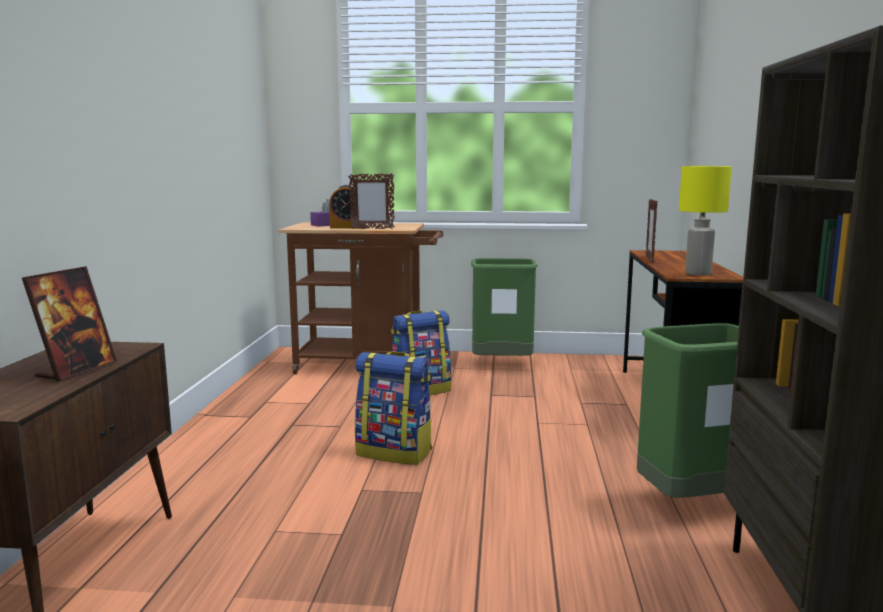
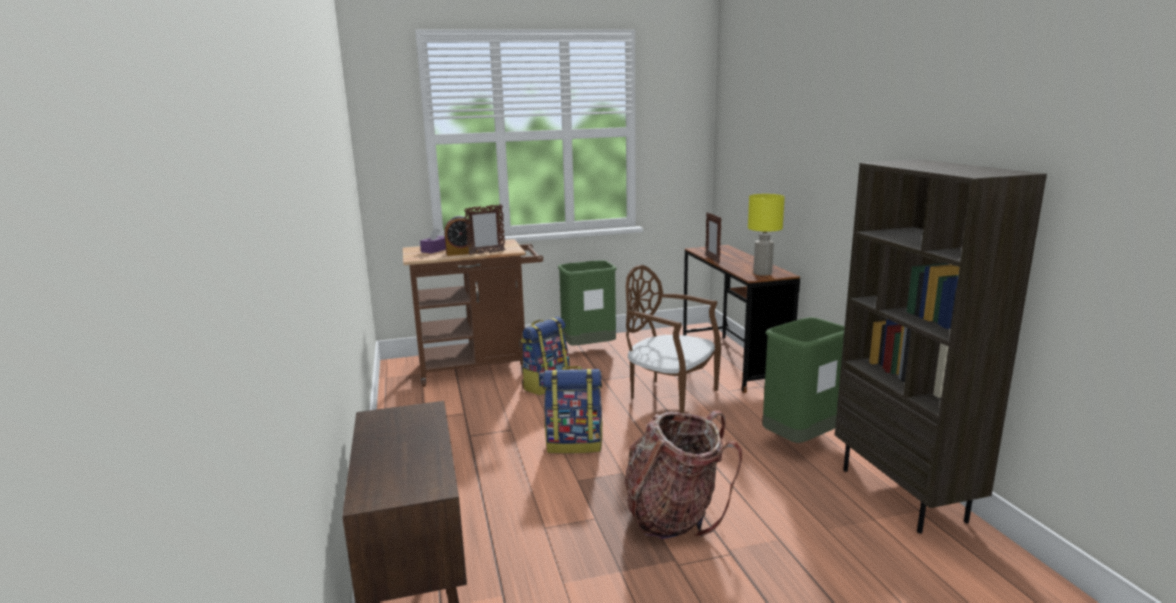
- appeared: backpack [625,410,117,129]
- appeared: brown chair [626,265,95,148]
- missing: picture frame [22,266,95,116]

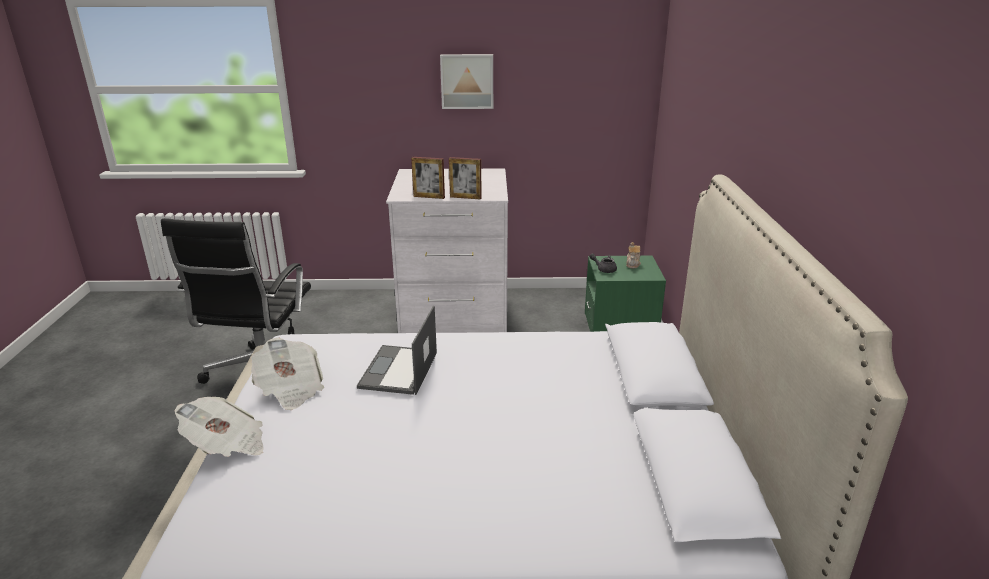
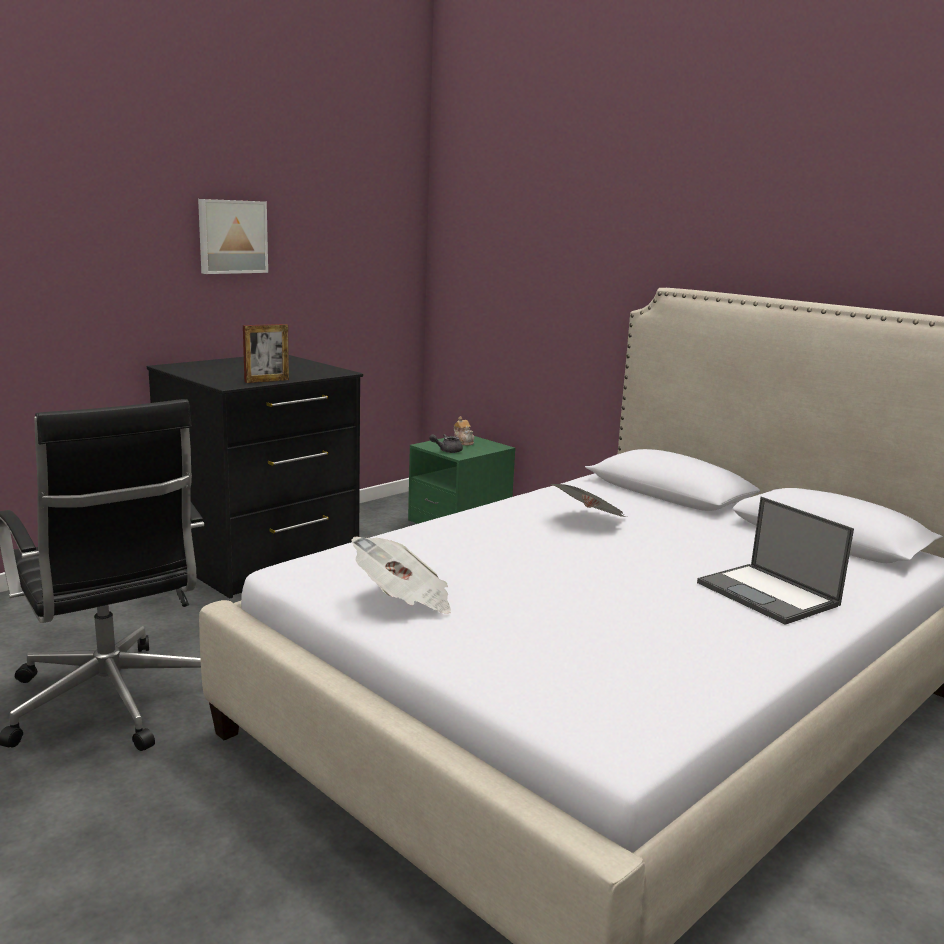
- colour: white dresser [386,169,122,164] to black dresser [147,355,216,243]
- relocated: newspaper [175,397,89,60] to [550,484,77,33]
- relocated: laptop [357,306,80,89] to [697,497,157,128]
- missing: picture frame [449,157,33,43]

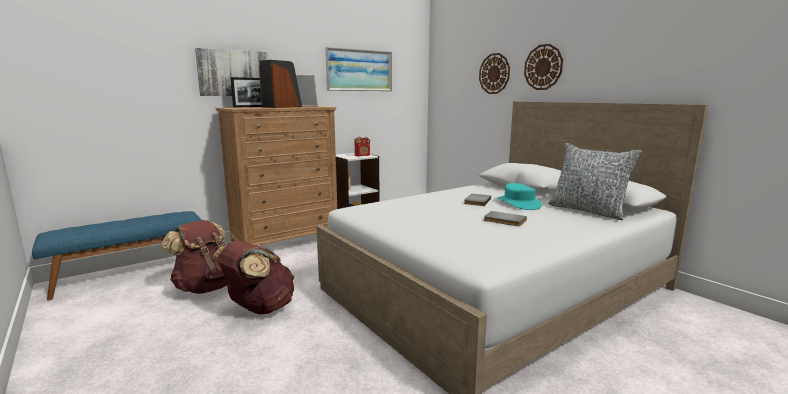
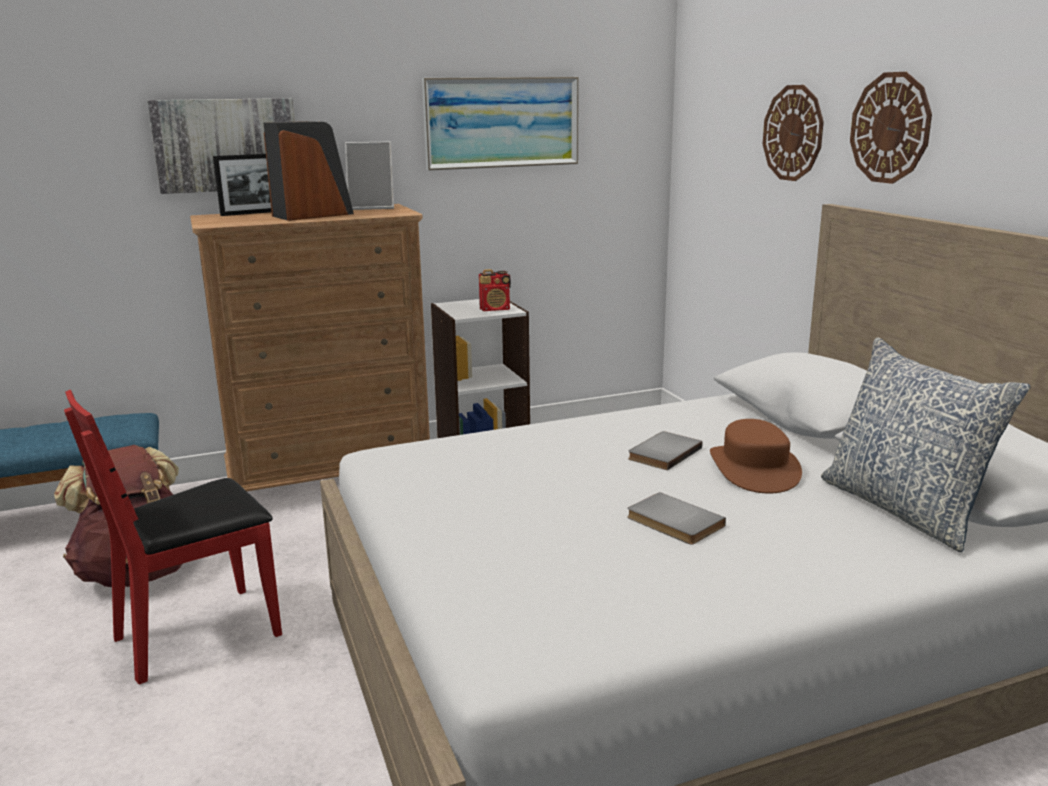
- exchanged: brown backpack [212,241,83,74] to red chair [64,390,218,294]
- colour: turquoise hat [497,183,45,27] to brown hat [710,419,92,75]

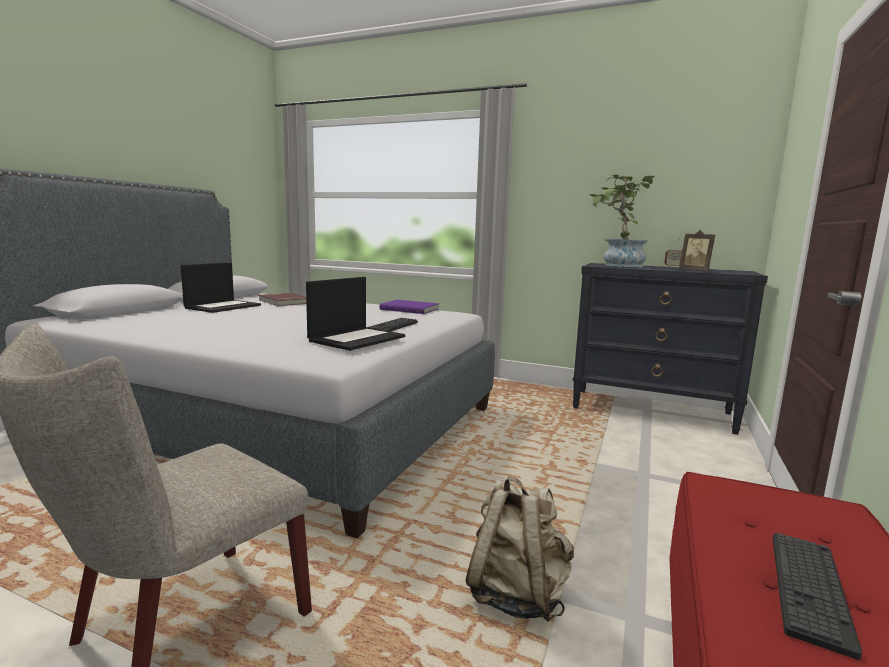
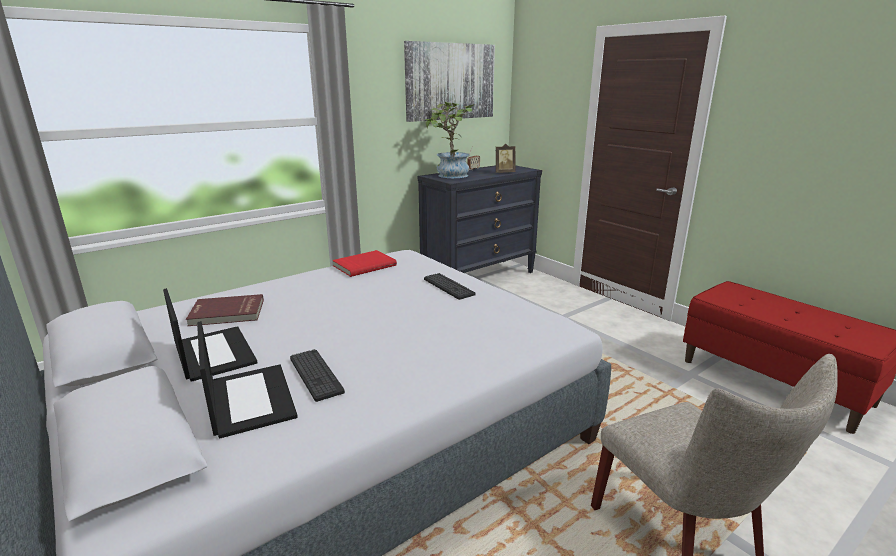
- relocated: laptop [306,277,99,74] to [197,321,101,118]
- relocated: keyboard [773,533,89,127] to [290,349,55,53]
- colour: purple book [380,300,59,14] to red book [332,250,65,27]
- appeared: picture [404,41,91,81]
- missing: beige backpack [466,475,108,146]

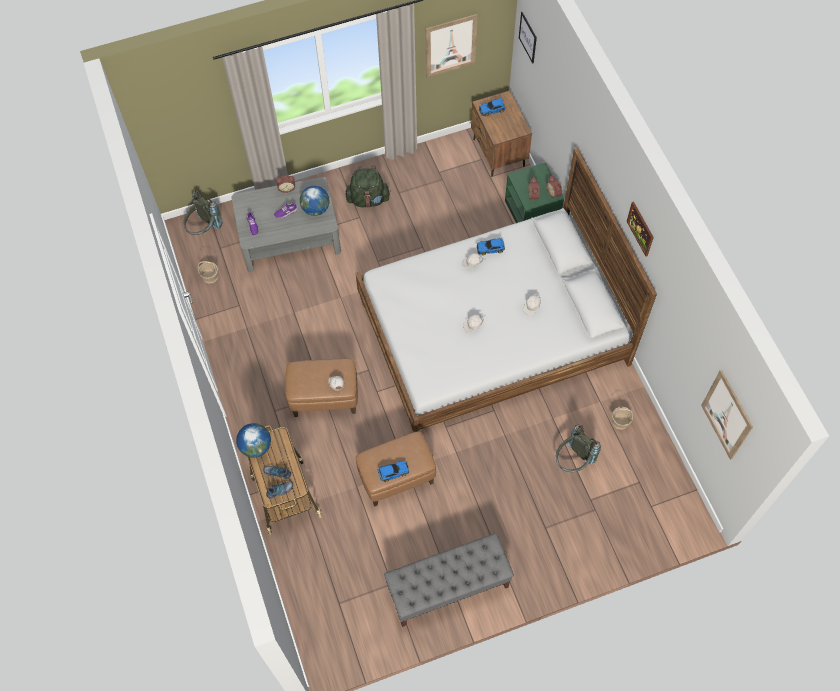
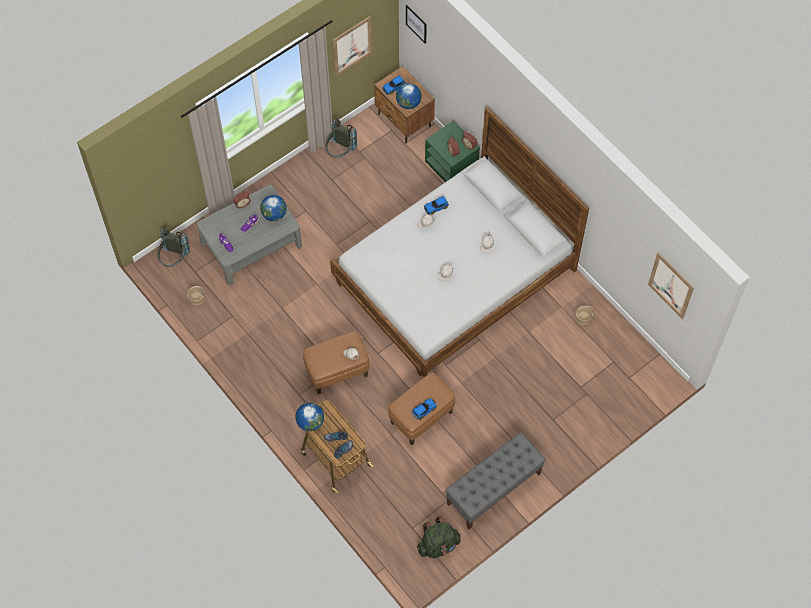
- relocated: grey backpack [556,425,45,47] to [325,119,32,38]
- appeared: globe [396,83,25,26]
- relocated: green backpack [345,166,46,42] to [417,516,44,42]
- missing: picture [626,201,28,56]

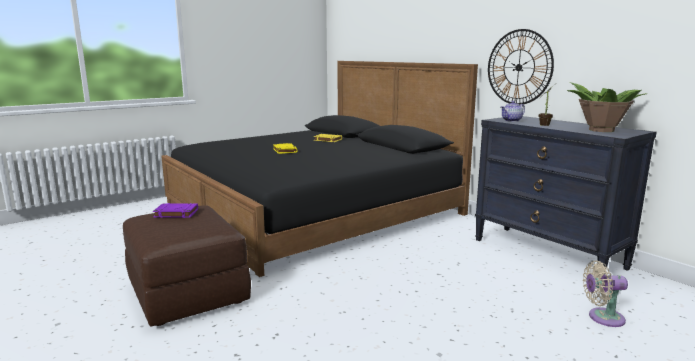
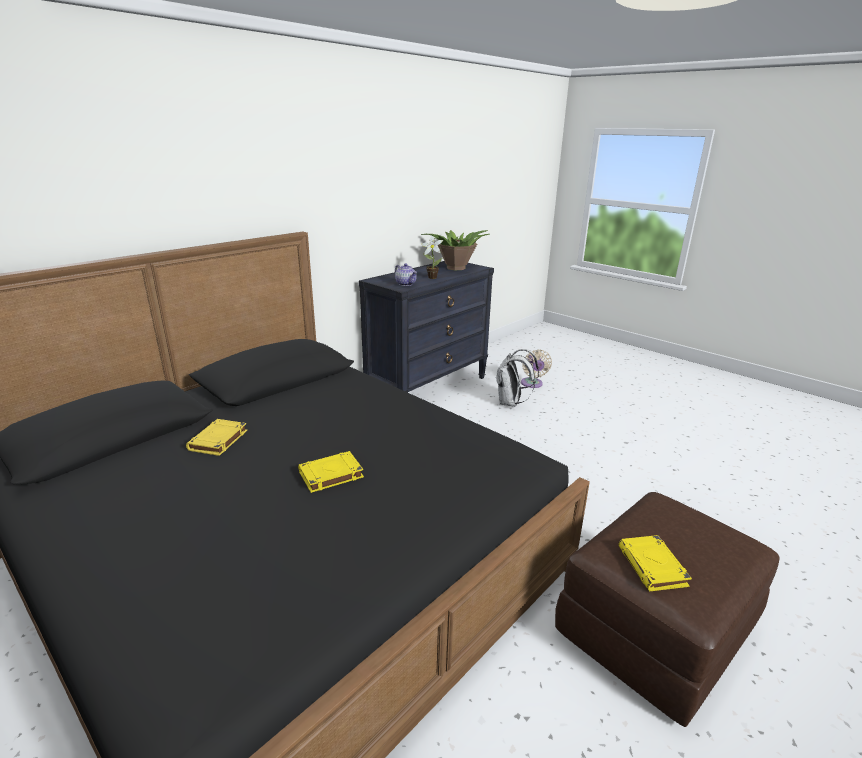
- appeared: white backpack [496,349,43,58]
- colour: purple book [153,203,45,15] to yellow book [618,535,74,56]
- missing: wall clock [488,29,66,75]

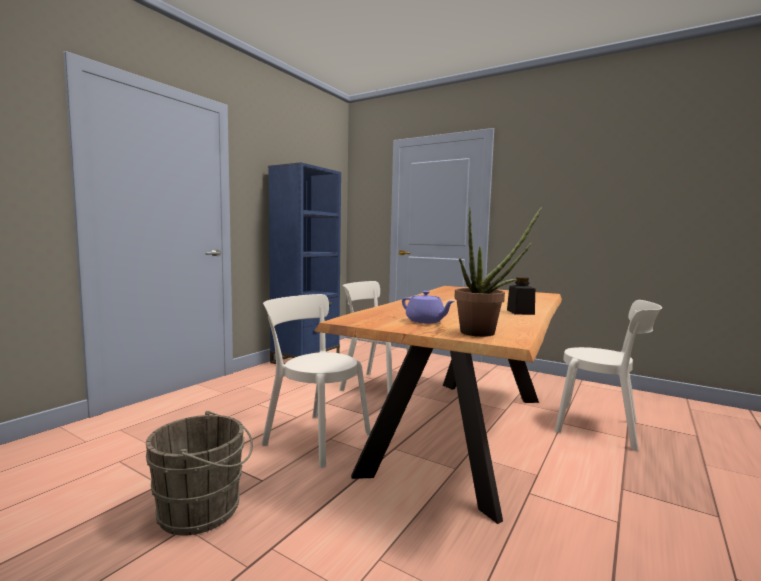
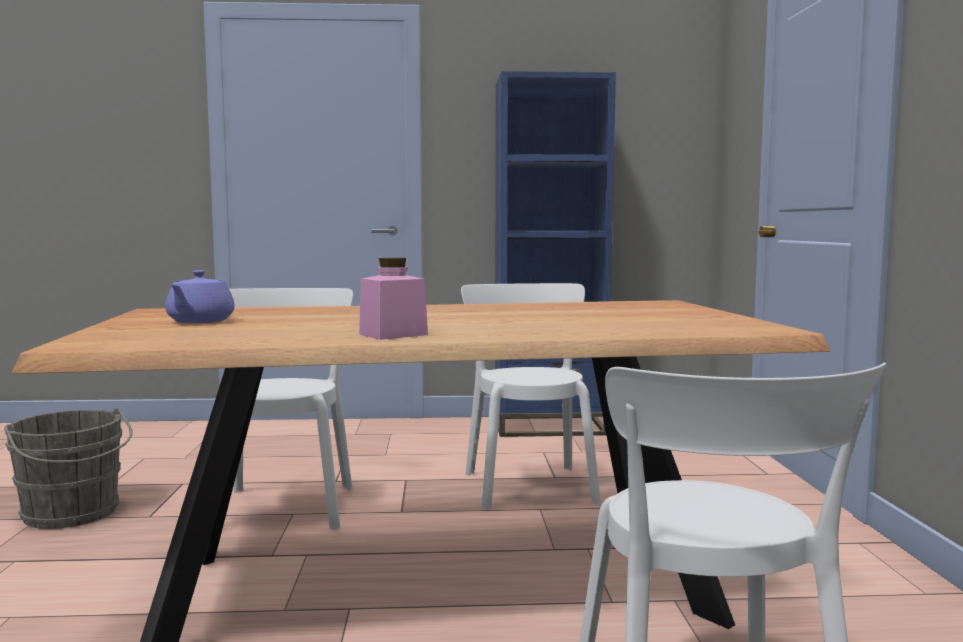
- colour: black jar [507,277,28,38] to pink jar [359,258,69,82]
- missing: potted plant [454,207,88,130]

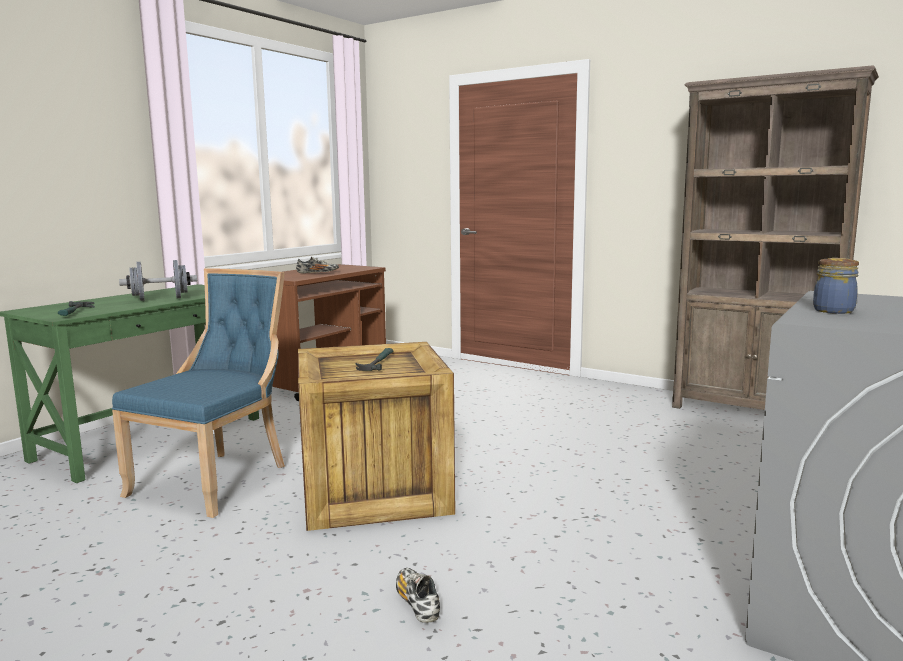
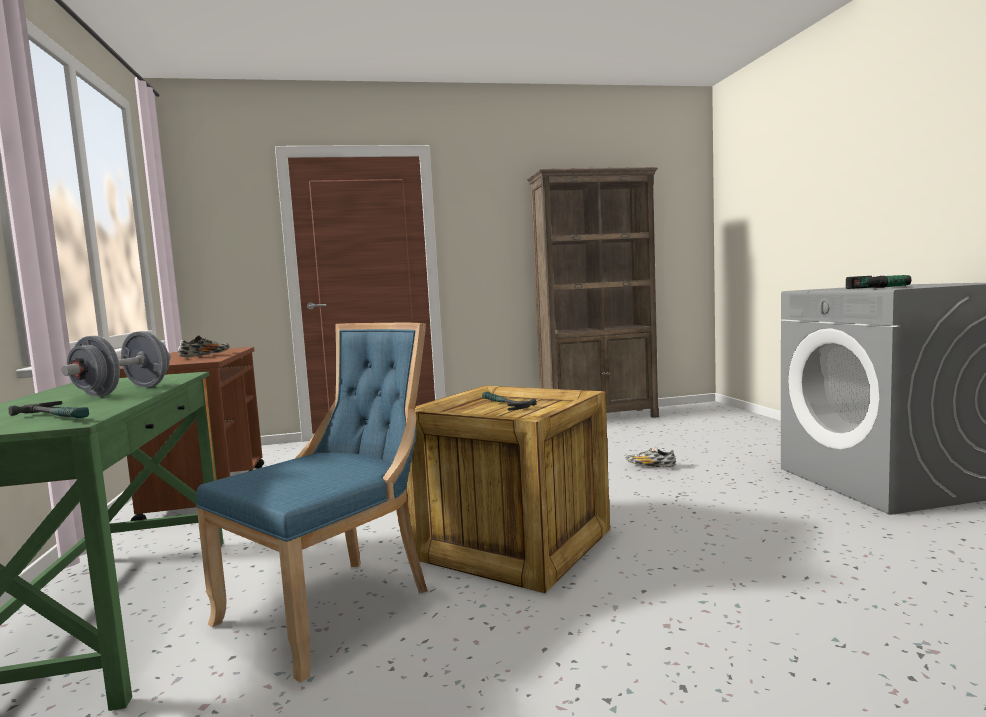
- spun: blue chair [112,268,173,250] = [196,323,232,360] 60 degrees clockwise
- relocated: shoe [396,568,44,55] to [626,446,50,21]
- exchanged: jar [813,258,46,56] to power drill [846,275,65,14]

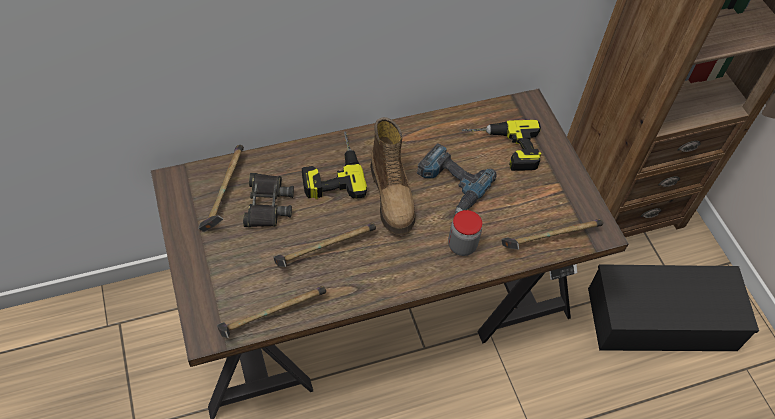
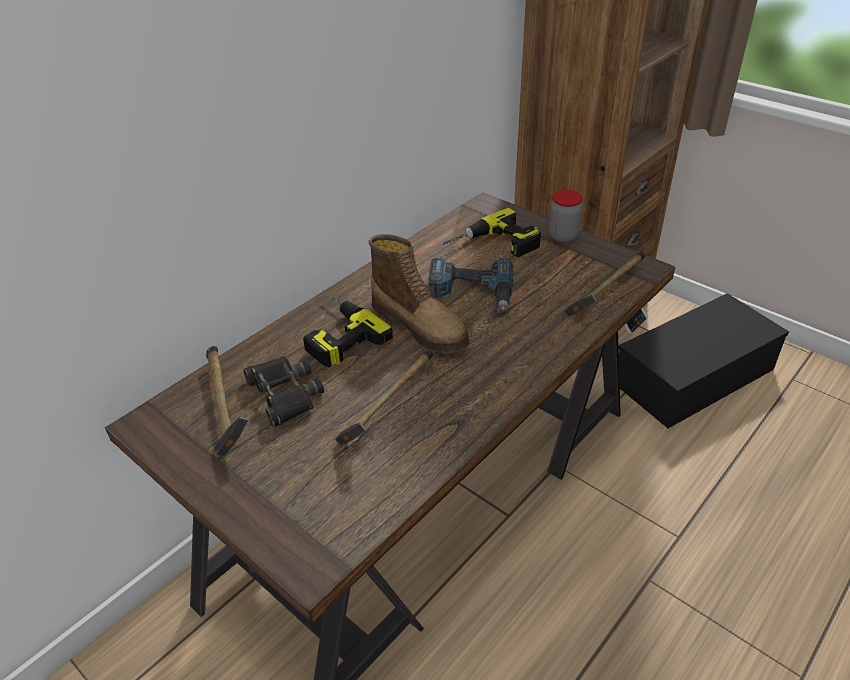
- relocated: jar [448,210,34,46] to [548,190,35,52]
- missing: hammer [217,286,109,52]

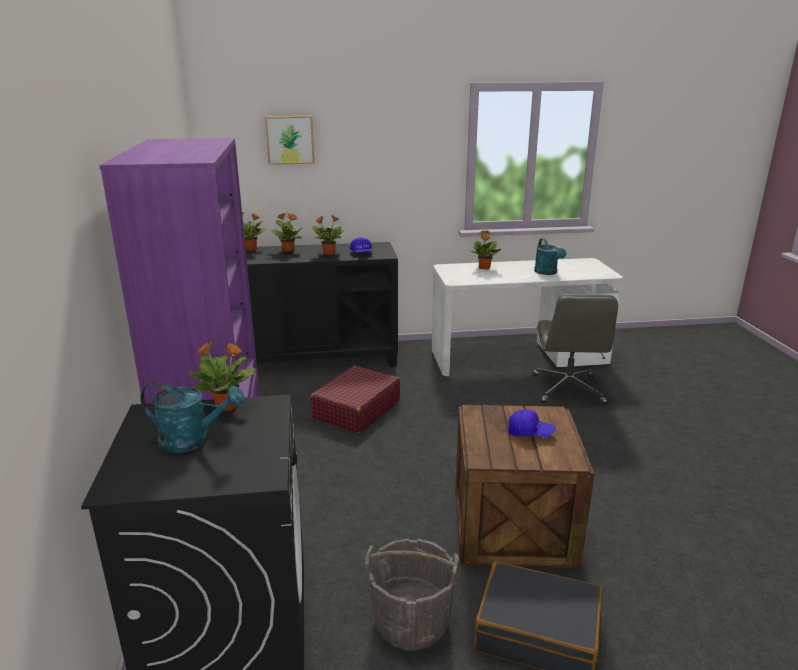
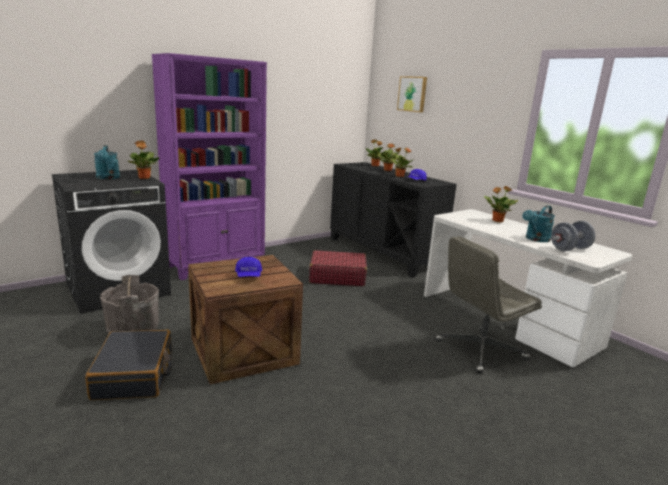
- appeared: grey dumbbell [551,221,44,30]

